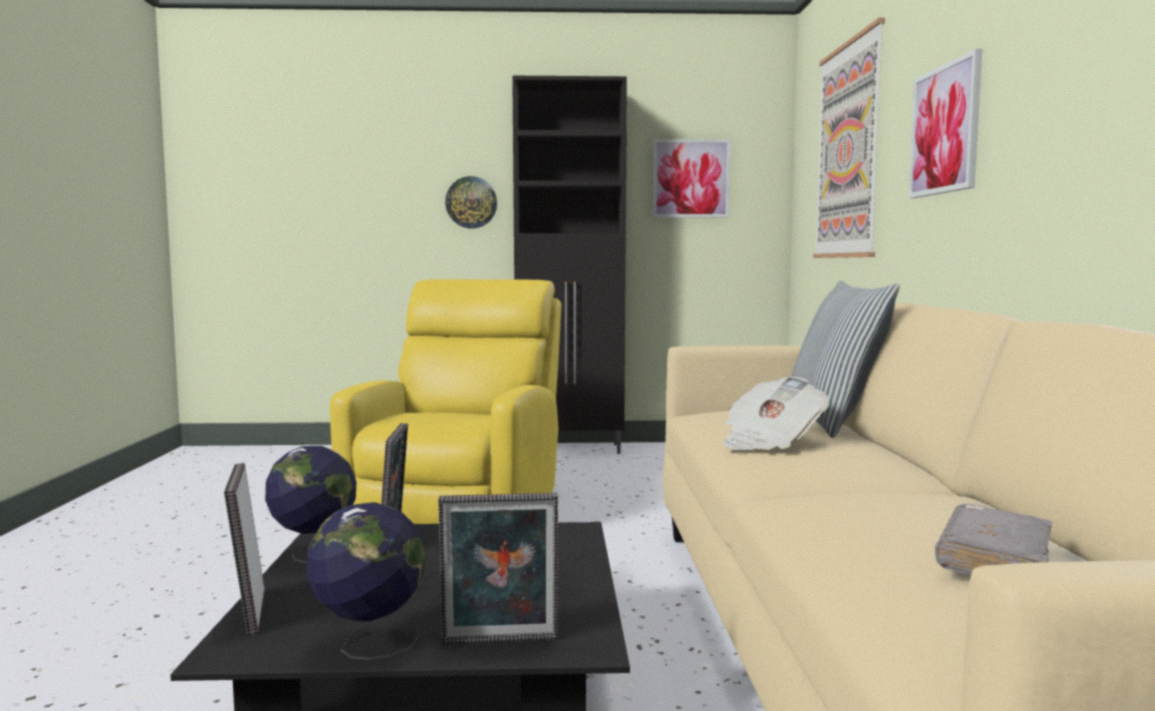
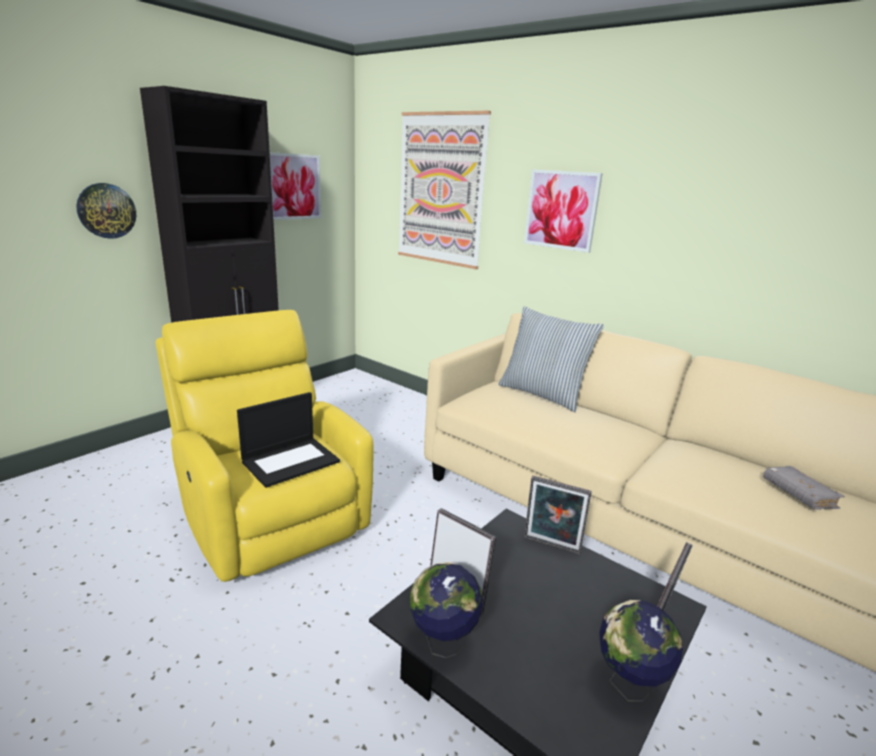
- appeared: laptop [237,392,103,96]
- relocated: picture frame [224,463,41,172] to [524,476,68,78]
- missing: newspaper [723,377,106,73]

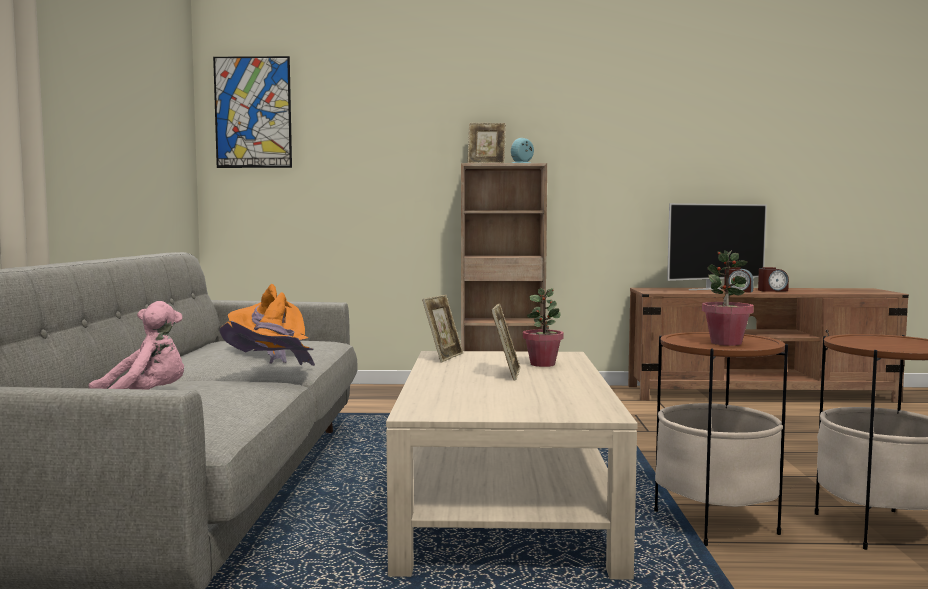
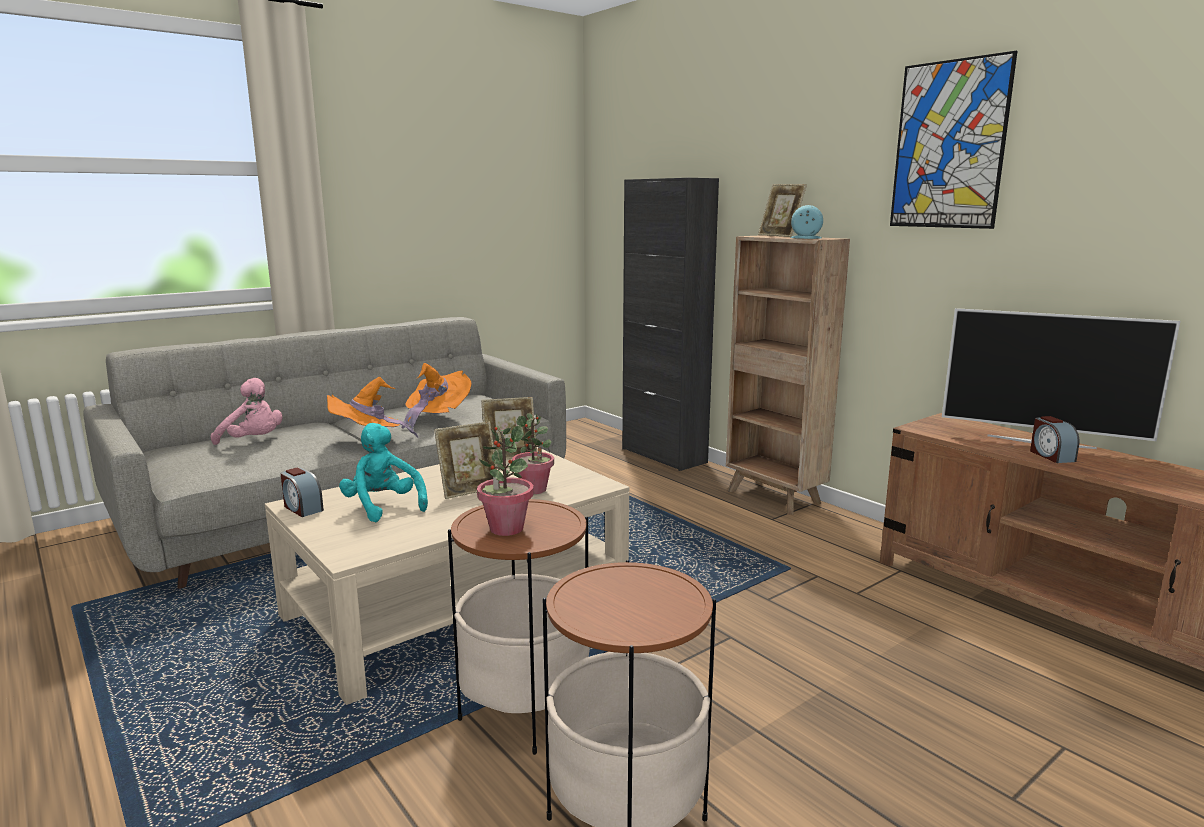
- relocated: alarm clock [758,267,31,25] to [281,468,43,49]
- appeared: turquoise plush toy [339,423,89,99]
- appeared: black cabinet [622,178,97,293]
- relocated: picture [213,56,79,112] to [890,51,127,178]

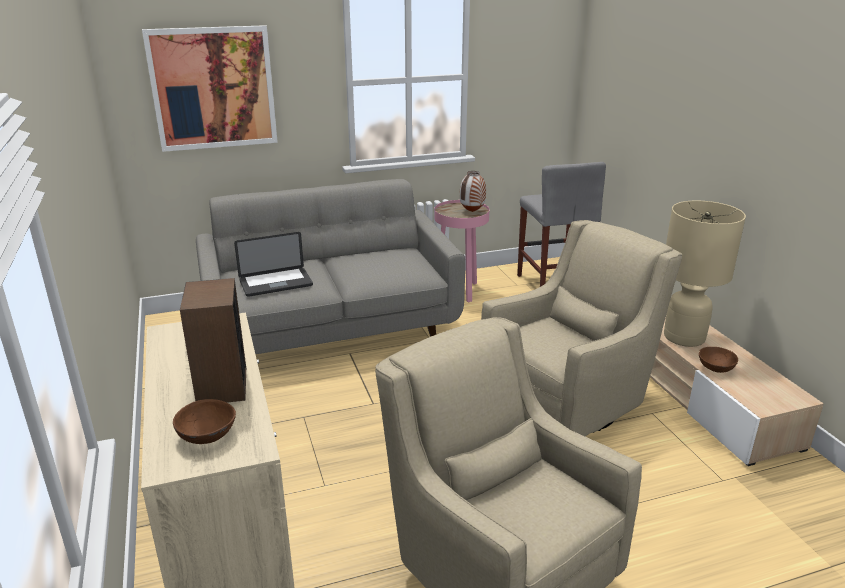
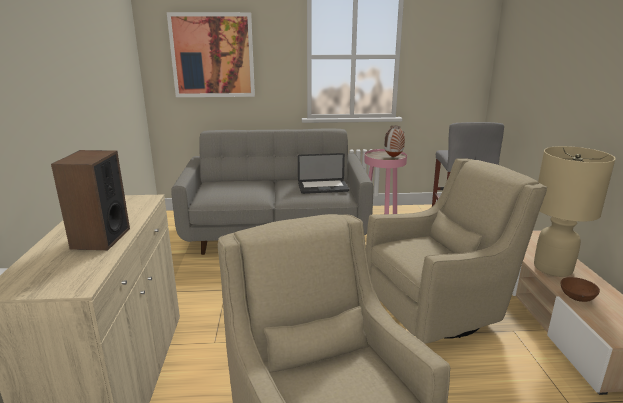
- relocated: laptop [234,232,79,65] to [298,153,51,41]
- missing: brown bowl [173,399,63,45]

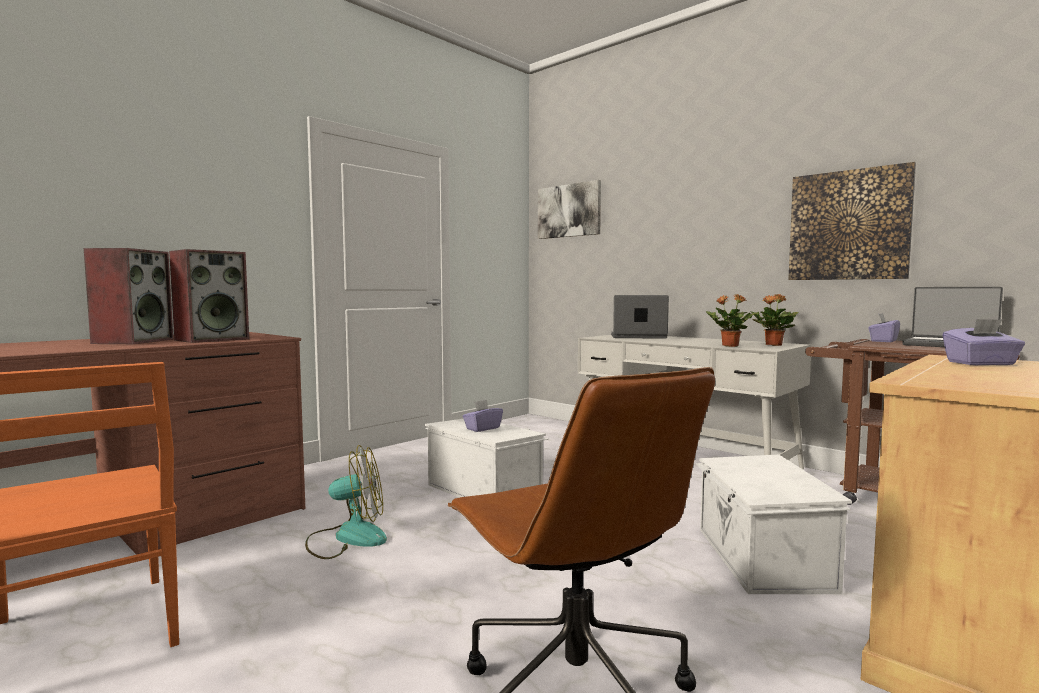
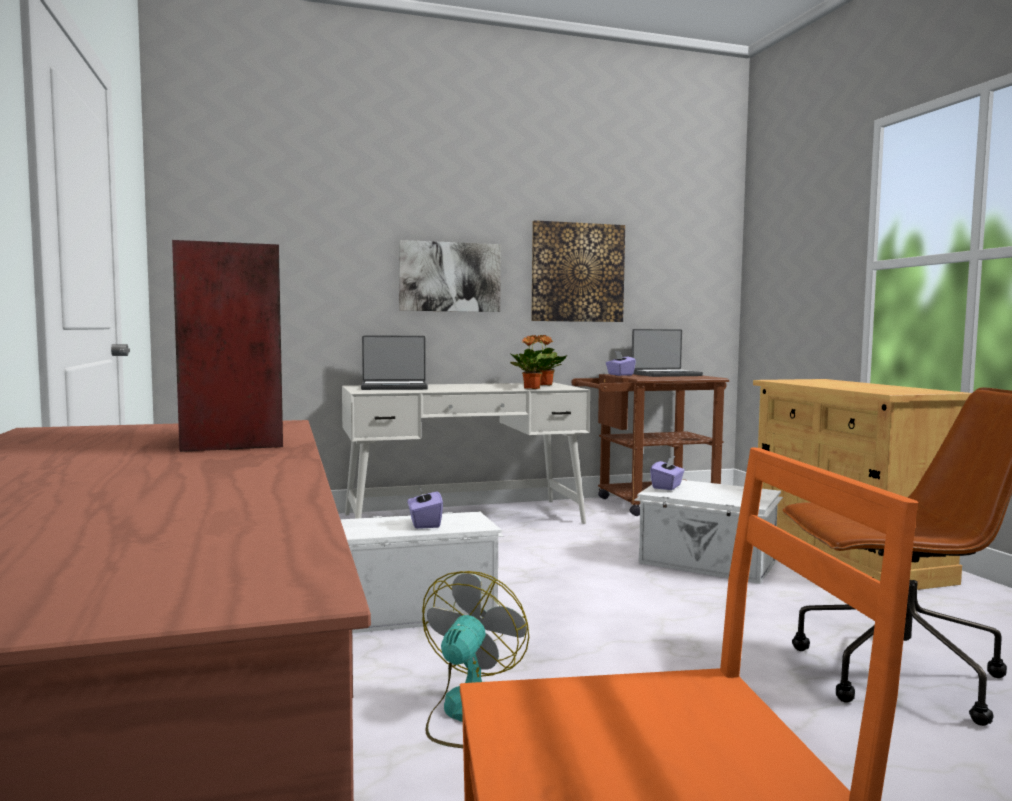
- spun: laptop [611,295,58,44] = [361,335,67,55] 135 degrees counterclockwise
- relocated: picture [538,180,63,59] to [399,240,102,72]
- relocated: purple tissue box [943,319,82,46] to [650,456,35,34]
- missing: speaker [84,248,89,96]

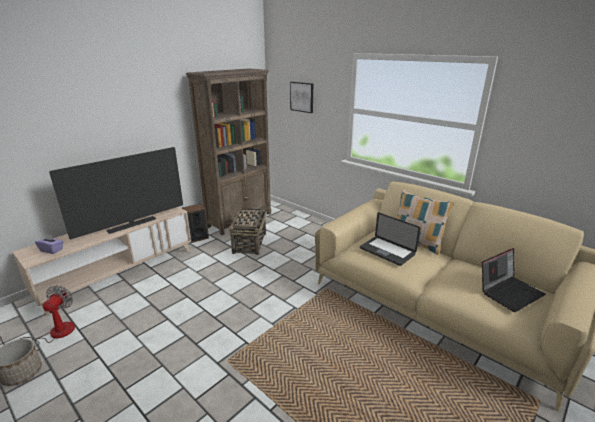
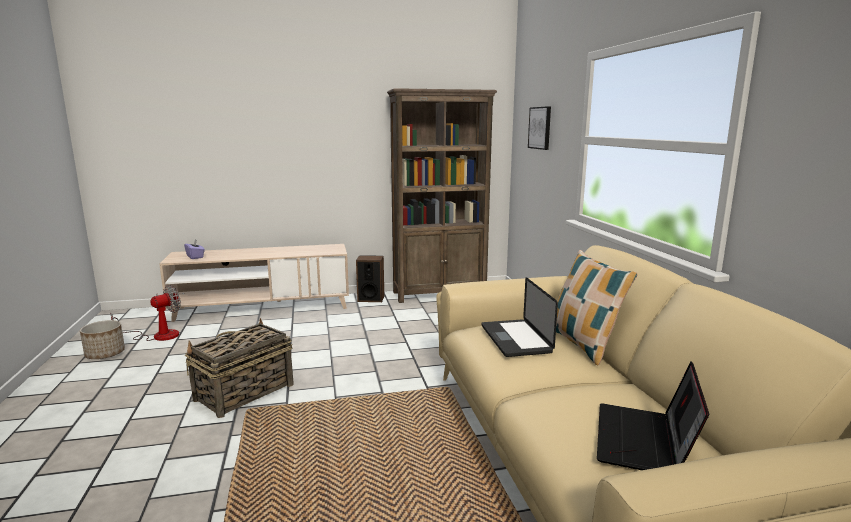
- relocated: basket [229,206,37,49] to [185,318,109,100]
- spun: laptop [482,248,64,64] = [597,362,112,108] 105 degrees clockwise
- missing: television [49,147,134,92]

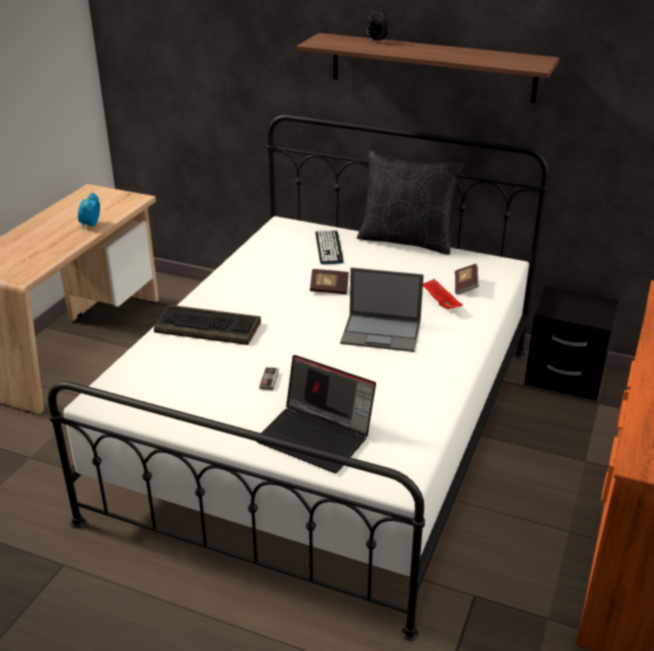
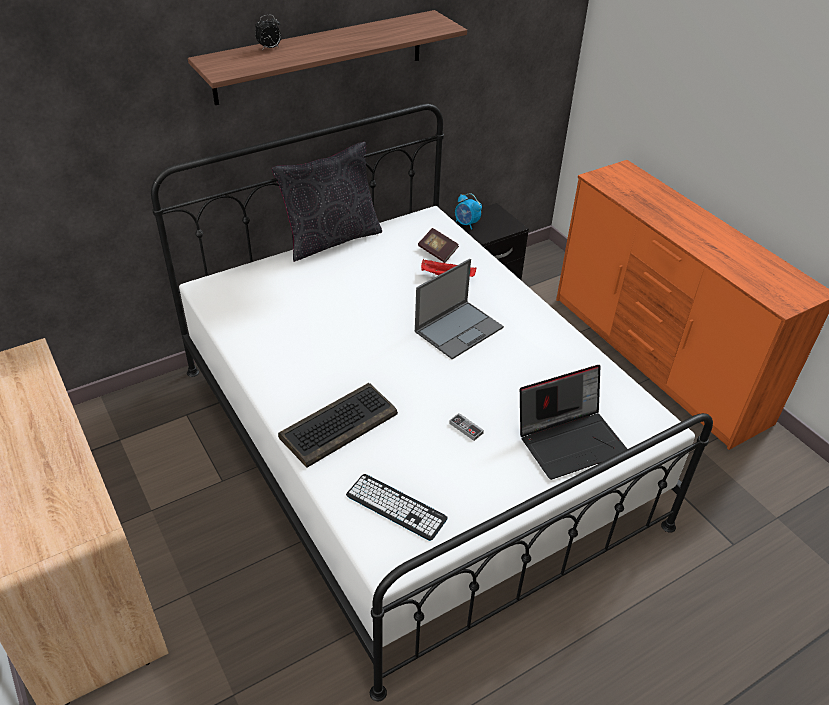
- relocated: keyboard [315,230,29,34] to [346,474,102,67]
- relocated: alarm clock [78,192,22,38] to [455,193,27,37]
- missing: book [310,269,39,25]

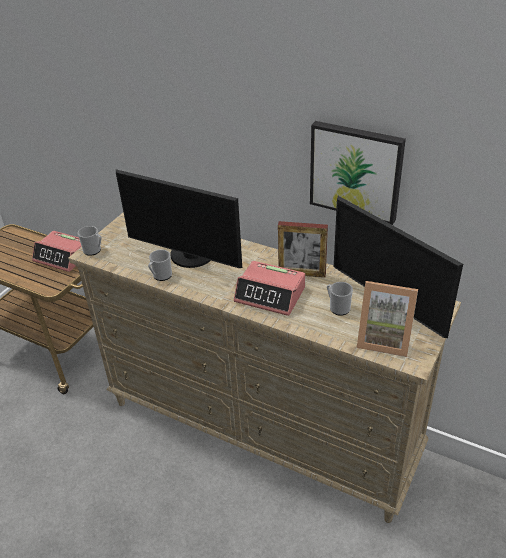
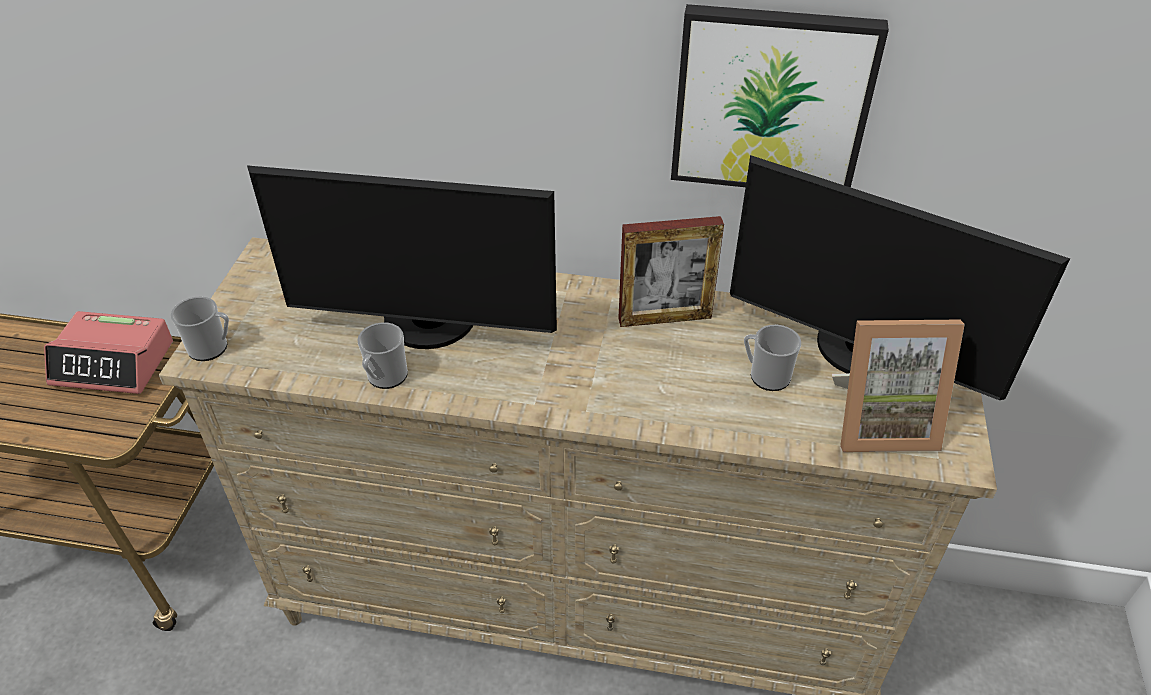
- missing: alarm clock [234,261,71,55]

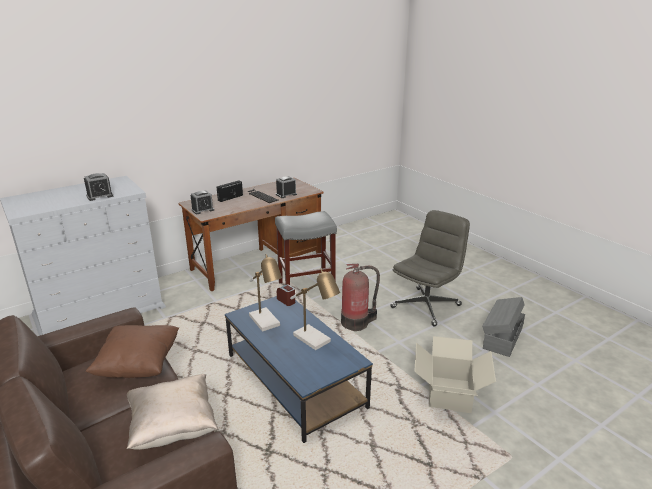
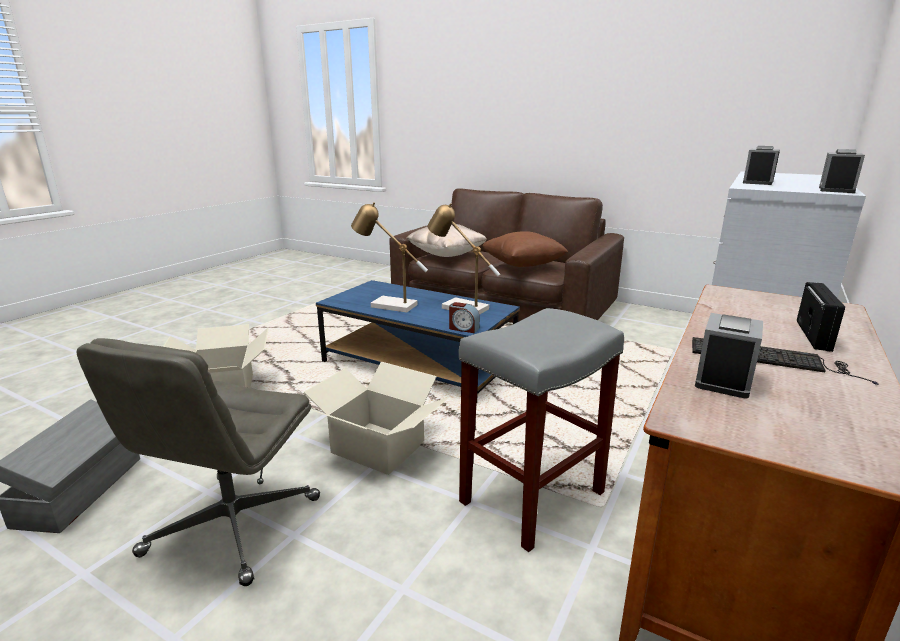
- exchanged: fire extinguisher [341,264,39,67] to cardboard box [304,362,144,113]
- relocated: alarm clock [191,190,23,24] to [819,149,46,44]

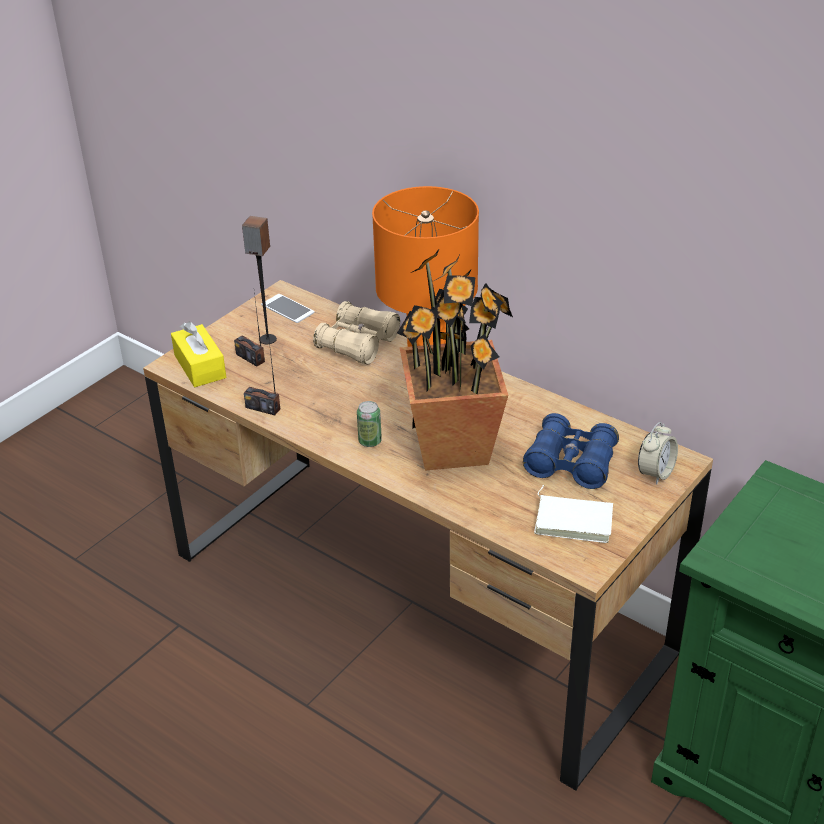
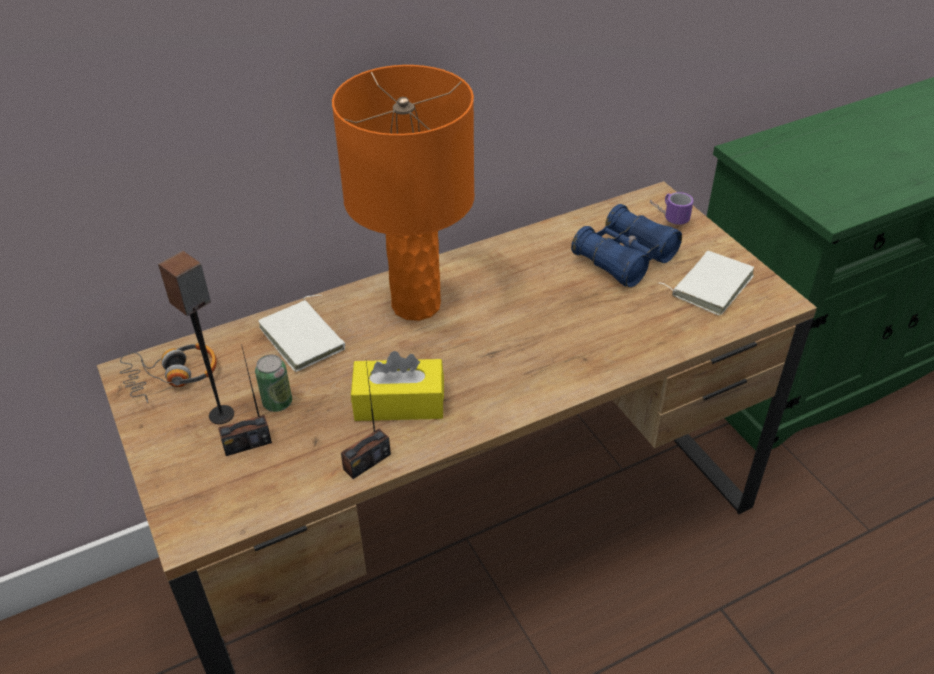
- exchanged: phone [261,294,53,29] to headphones [119,343,98,60]
- relocated: can [357,401,25,46] to [255,355,37,57]
- exchanged: beige binoculars [313,301,87,64] to white book [258,295,87,77]
- relocated: yellow tissue box [171,321,55,66] to [351,351,93,70]
- exchanged: alarm clock [638,422,40,62] to mug [650,192,43,33]
- missing: potted plant [397,250,116,221]

